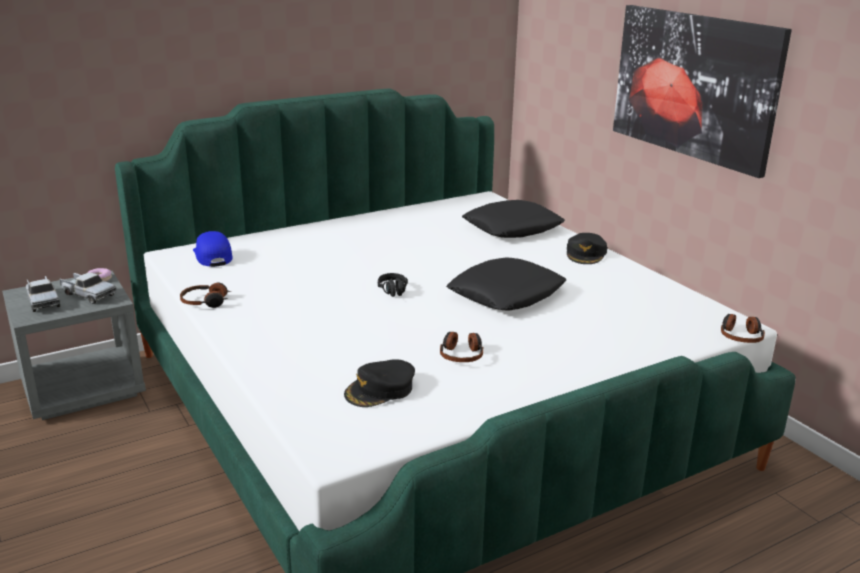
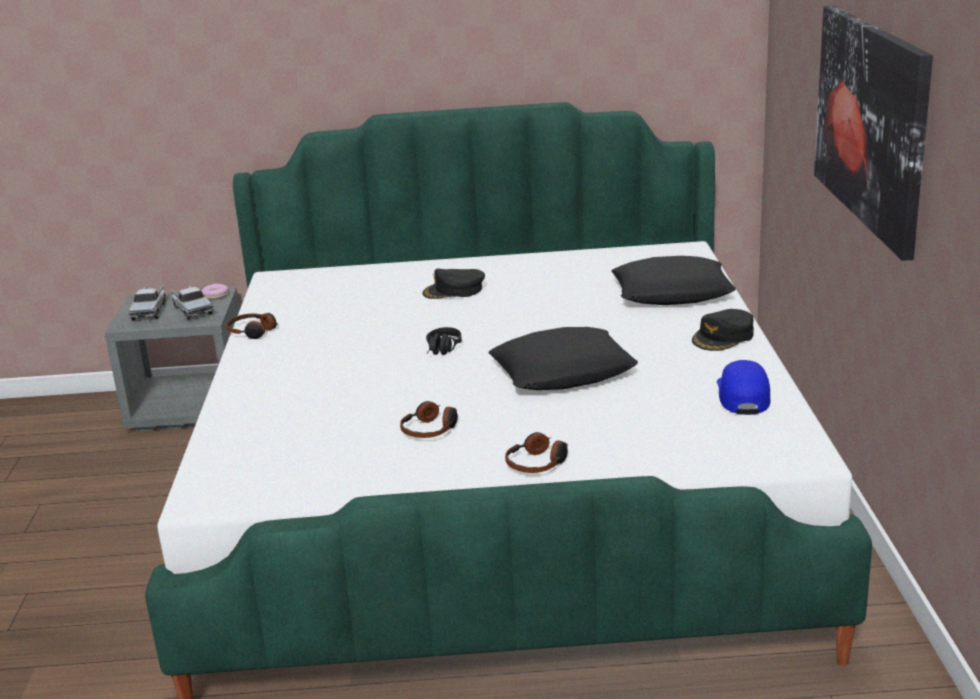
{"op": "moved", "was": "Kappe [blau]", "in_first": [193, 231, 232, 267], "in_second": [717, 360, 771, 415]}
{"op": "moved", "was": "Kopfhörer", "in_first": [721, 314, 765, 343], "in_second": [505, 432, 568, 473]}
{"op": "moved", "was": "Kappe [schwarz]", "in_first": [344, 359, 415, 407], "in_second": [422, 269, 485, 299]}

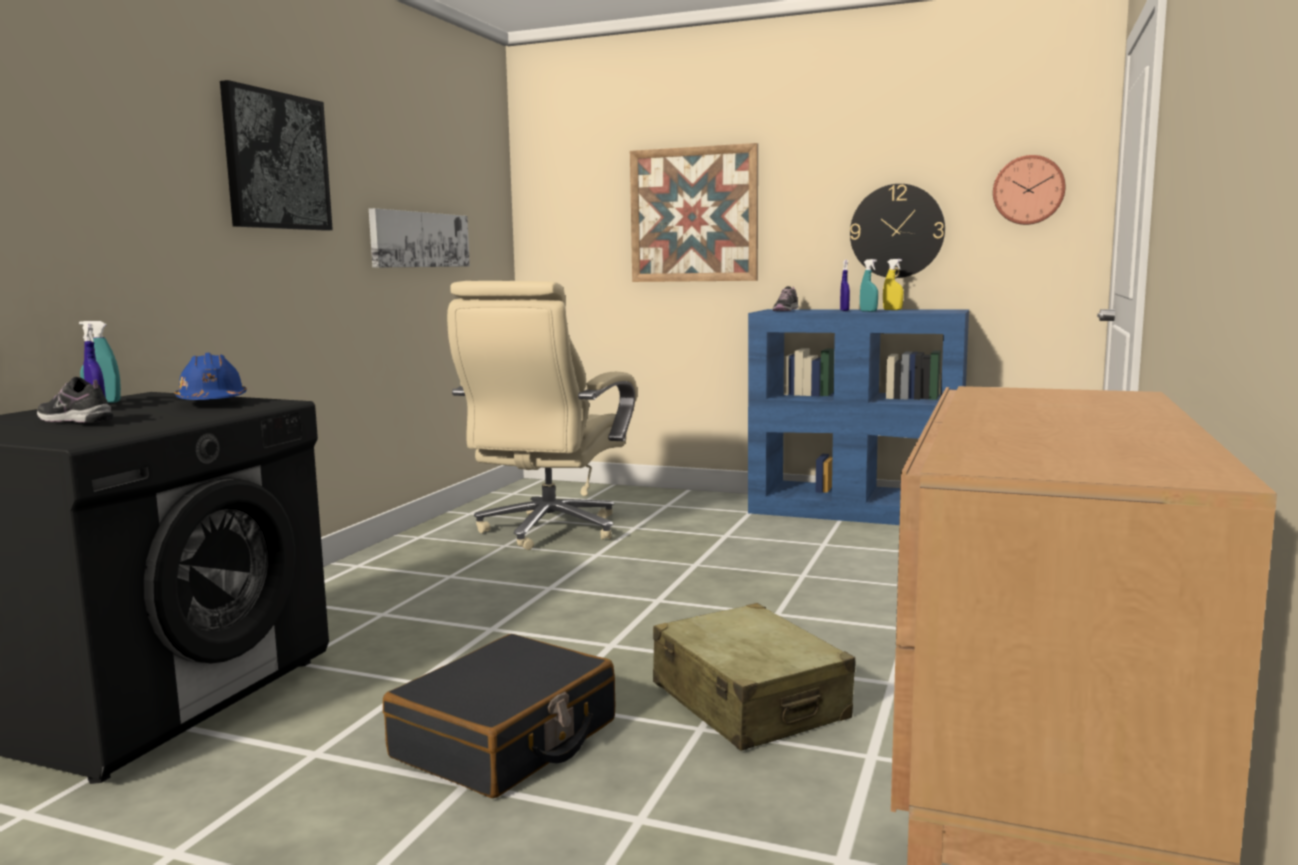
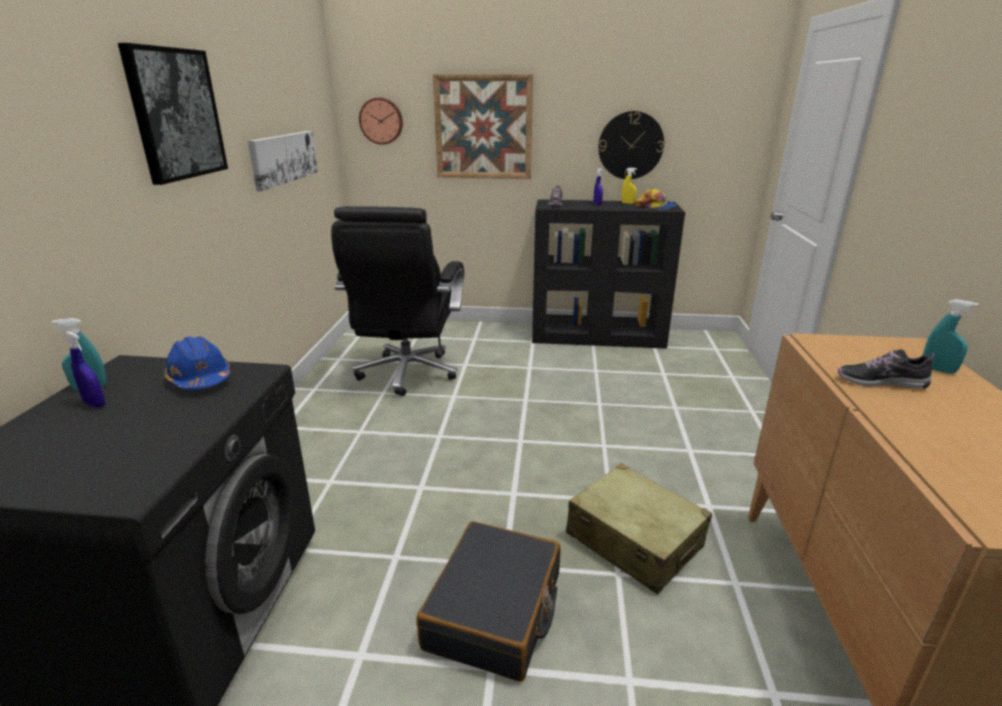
{"op": "moved", "was": "Wanduhr", "in_first": [993, 155, 1066, 225], "in_second": [359, 98, 403, 145]}
{"op": "moved", "was": "Sprühflasche [türkis]", "in_first": [860, 259, 878, 312], "in_second": [923, 299, 979, 374]}
{"op": "recoloured", "was": "Bürostuhl [beige]", "now": "Bürostuhl [schwarz]", "in_first": [447, 281, 637, 550], "in_second": [331, 206, 464, 396]}
{"op": "recoloured", "was": "Bücherregal [blau]", "now": "Bücherregal [schwarz]", "in_first": [748, 309, 969, 525], "in_second": [532, 199, 685, 349]}
{"op": "moved", "was": "Schuh", "in_first": [37, 377, 113, 423], "in_second": [838, 349, 935, 389]}
{"op": "added", "now": "Kappe", "in_second": [635, 189, 677, 210]}

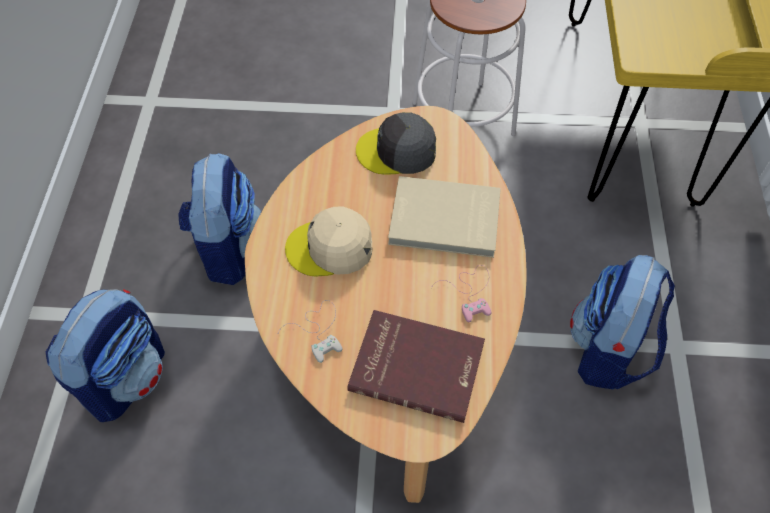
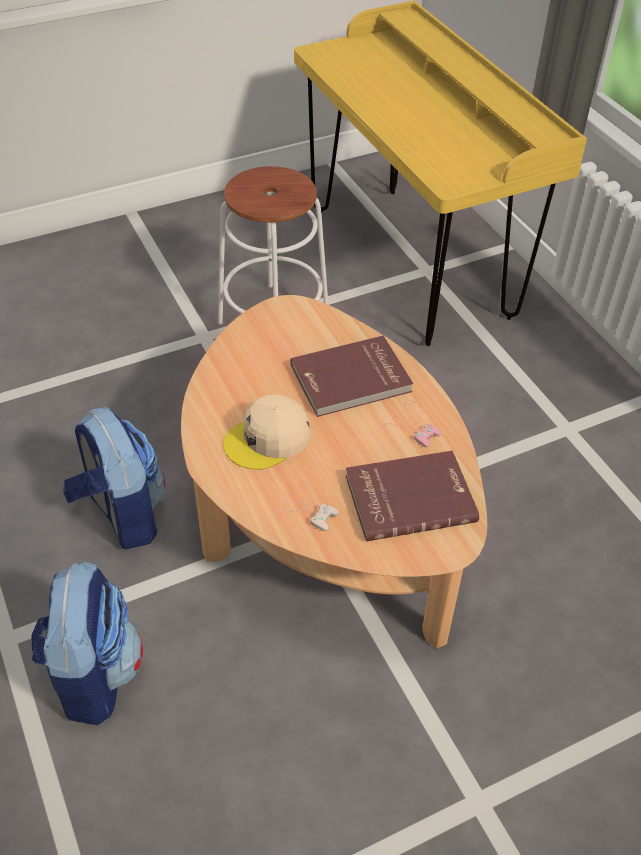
{"op": "removed", "was": "Kappe [grau]", "in_first": [356, 112, 436, 175]}
{"op": "recoloured", "was": "Buch [beige]", "now": "Buch [rot]", "in_first": [388, 176, 501, 258], "in_second": [291, 336, 413, 417]}
{"op": "removed", "was": "Rucksack", "in_first": [570, 255, 675, 389]}

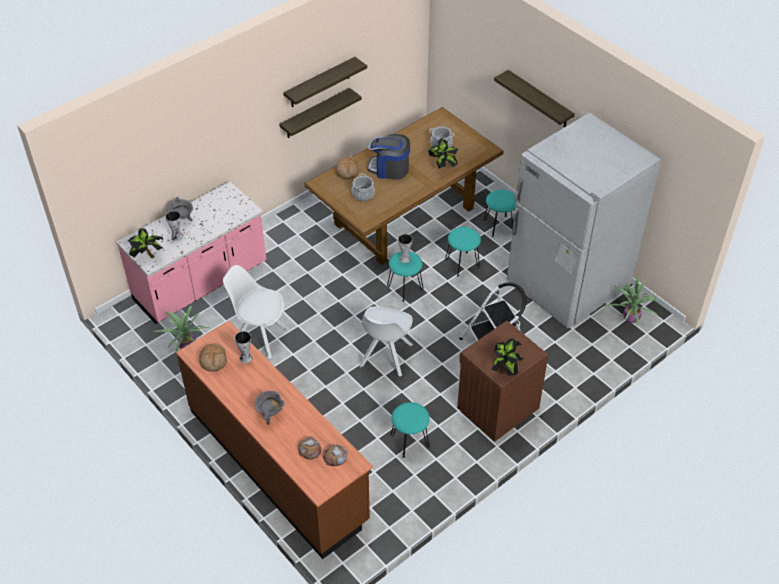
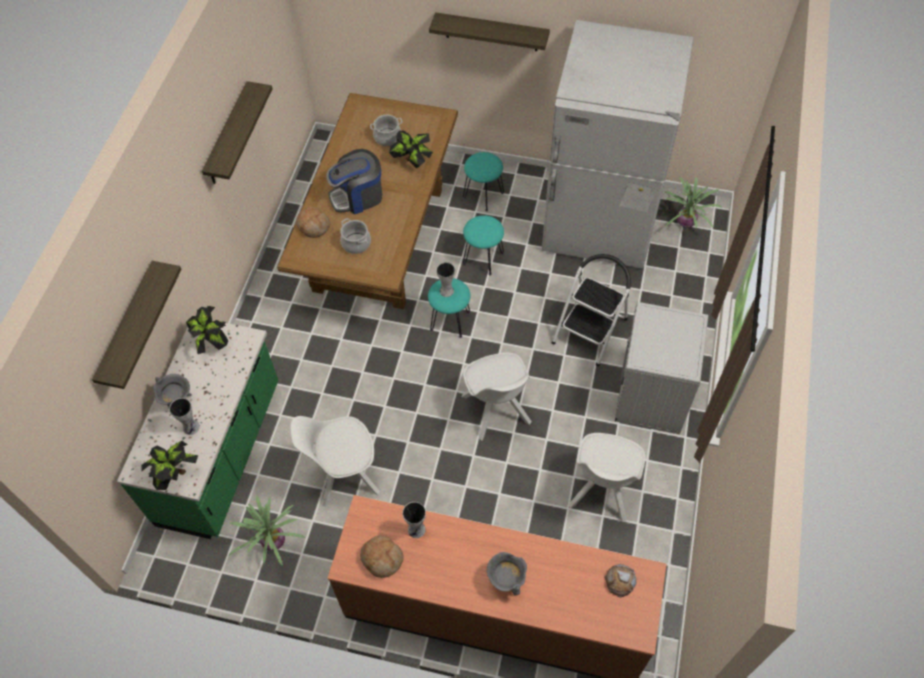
{"op": "moved", "was": "Wandregal", "in_first": [279, 88, 362, 138], "in_second": [92, 261, 182, 389]}
{"op": "recoloured", "was": "Küchenzeile [rosa]", "now": "Küchenzeile [grün]", "in_first": [116, 181, 266, 324], "in_second": [117, 320, 278, 539]}
{"op": "recoloured", "was": "Waschmaschine [braun]", "now": "Waschmaschine [weiß]", "in_first": [457, 321, 548, 442], "in_second": [615, 302, 709, 434]}
{"op": "moved", "was": "Topfpflanze", "in_first": [491, 338, 523, 376], "in_second": [186, 306, 229, 354]}
{"op": "replaced", "was": "Hocker [türkis]", "now": "Stuhl [weiß]", "in_first": [391, 402, 430, 458], "in_second": [568, 433, 646, 522]}
{"op": "removed", "was": "Brot", "in_first": [298, 436, 321, 460]}

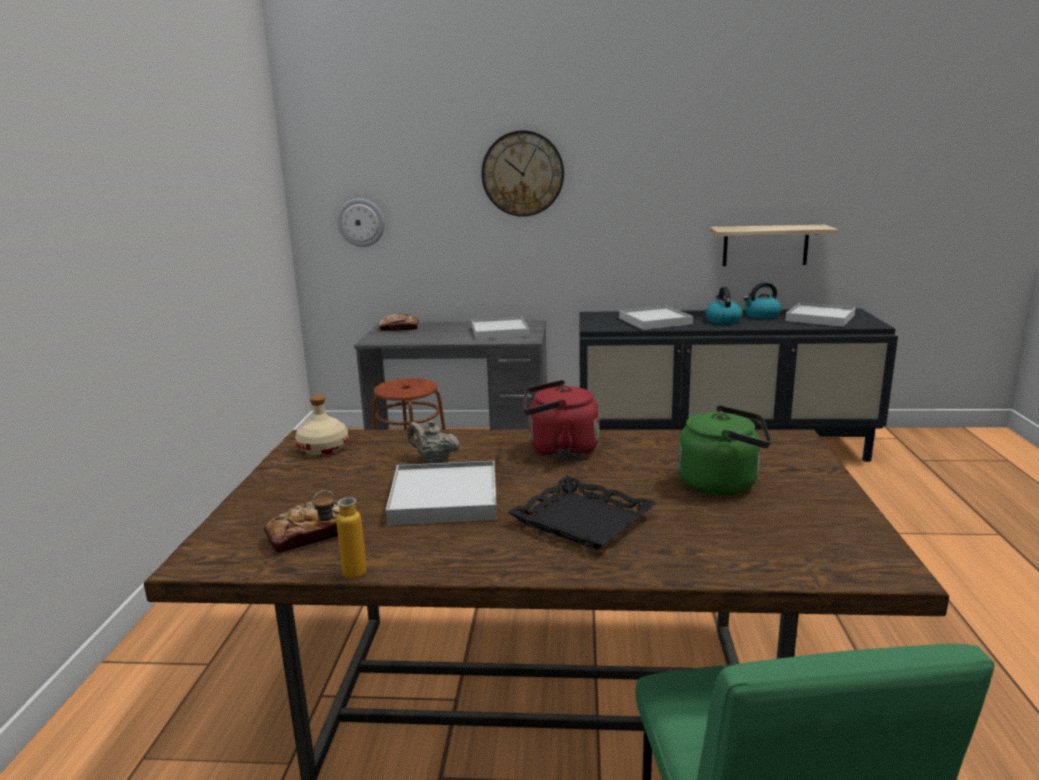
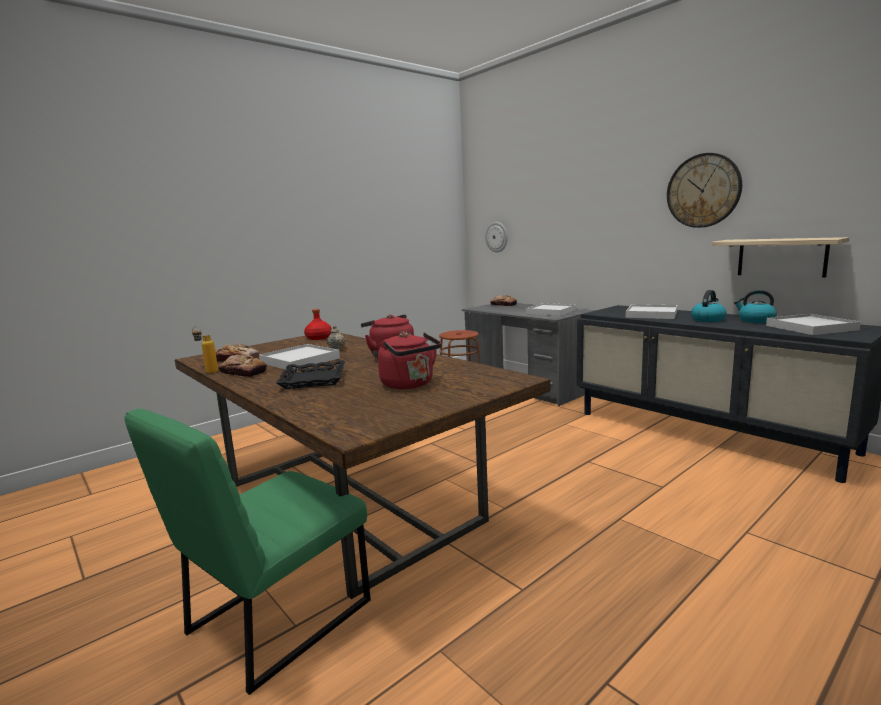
{"op": "moved", "was": "Wanduhr", "in_first": [481, 130, 564, 217], "in_second": [667, 153, 742, 228]}
{"op": "recoloured", "was": "Flasche [beige]", "now": "Flasche [rot]", "in_first": [295, 395, 348, 456], "in_second": [304, 309, 332, 340]}
{"op": "recoloured", "was": "Wasserkessel [grün]", "now": "Wasserkessel [rot]", "in_first": [678, 405, 771, 496], "in_second": [378, 332, 441, 389]}
{"op": "added", "now": "Brot", "in_second": [218, 354, 267, 377]}

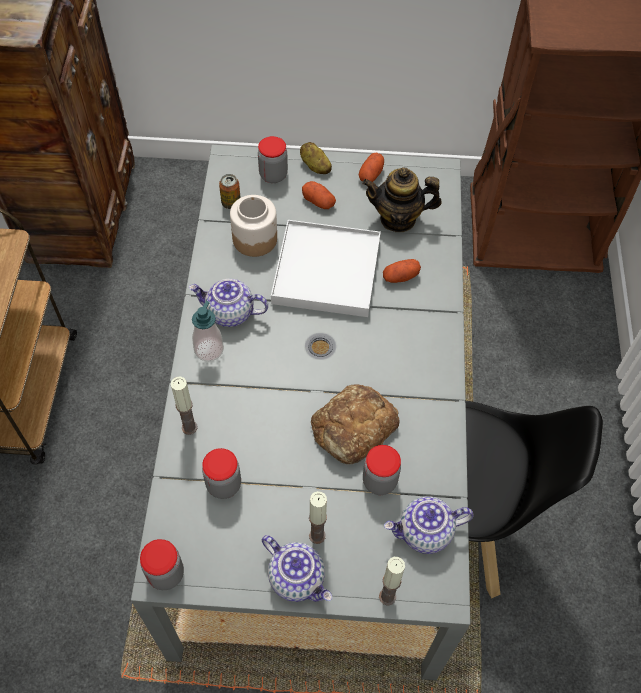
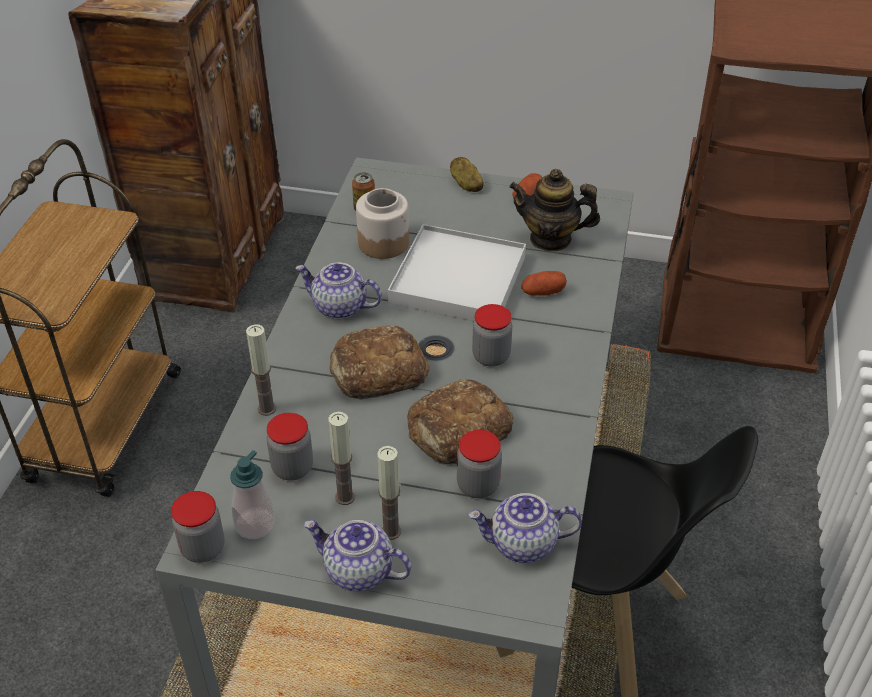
{"op": "moved", "was": "Vorratsglas", "in_first": [258, 136, 288, 183], "in_second": [472, 304, 512, 367]}
{"op": "removed", "was": "Kartoffel", "in_first": [302, 181, 336, 209]}
{"op": "moved", "was": "Seifenspender", "in_first": [192, 301, 224, 361], "in_second": [230, 450, 275, 539]}
{"op": "turned", "was": "Teekanne", "in_first": [262, 535, 332, 602], "in_second": [304, 520, 412, 591], "clockwise": 150}
{"op": "moved", "was": "Kerze", "in_first": [379, 557, 405, 606], "in_second": [328, 412, 355, 505]}
{"op": "added", "now": "Brot", "in_second": [329, 325, 430, 399]}

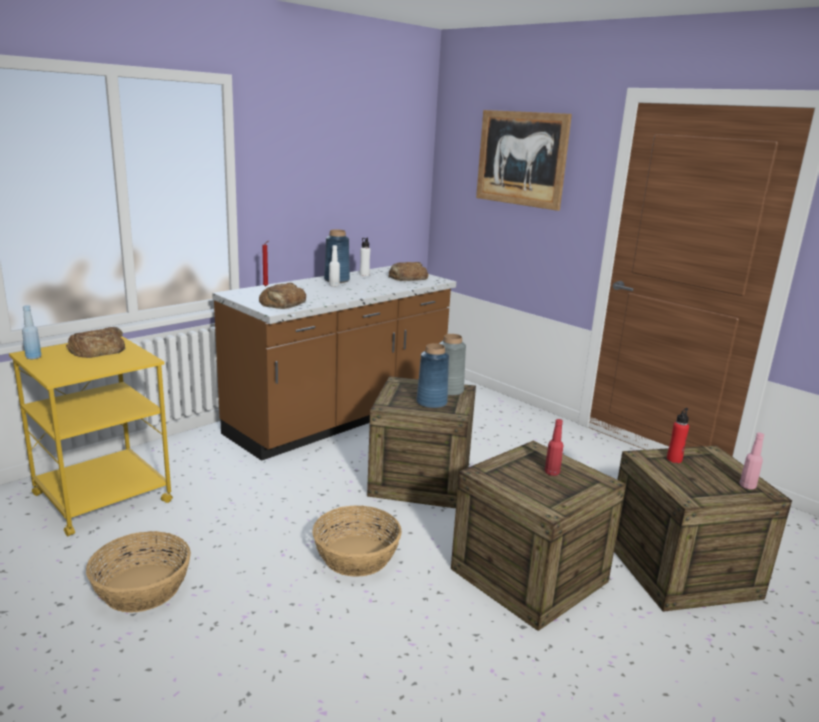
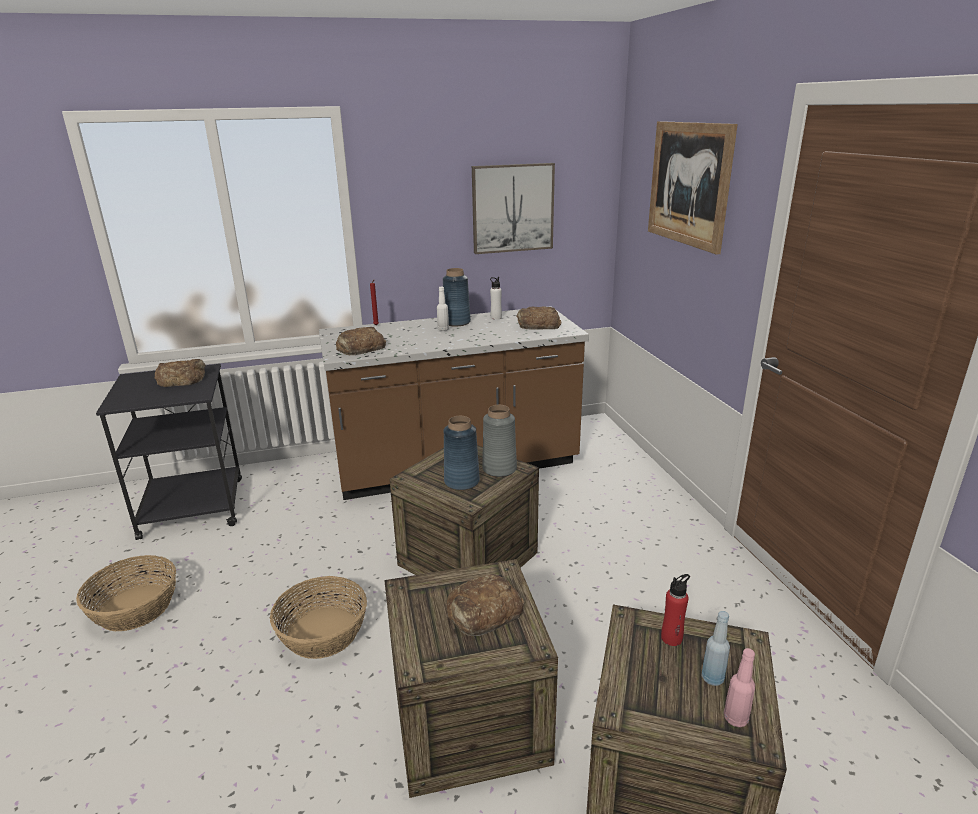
{"op": "moved", "was": "Flasche [blau]", "in_first": [22, 305, 41, 359], "in_second": [702, 611, 730, 686]}
{"op": "recoloured", "was": "Rollwagen [gelb]", "now": "Rollwagen [schwarz]", "in_first": [9, 336, 173, 536], "in_second": [96, 364, 242, 540]}
{"op": "replaced", "was": "Flasche [rot]", "now": "Brot", "in_first": [545, 419, 564, 476], "in_second": [447, 574, 524, 636]}
{"op": "added", "now": "Bild", "in_second": [472, 163, 555, 254]}

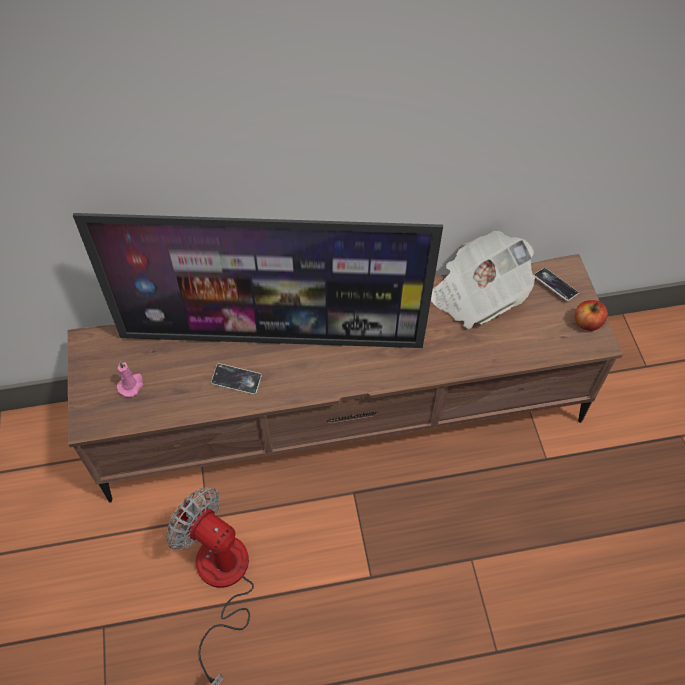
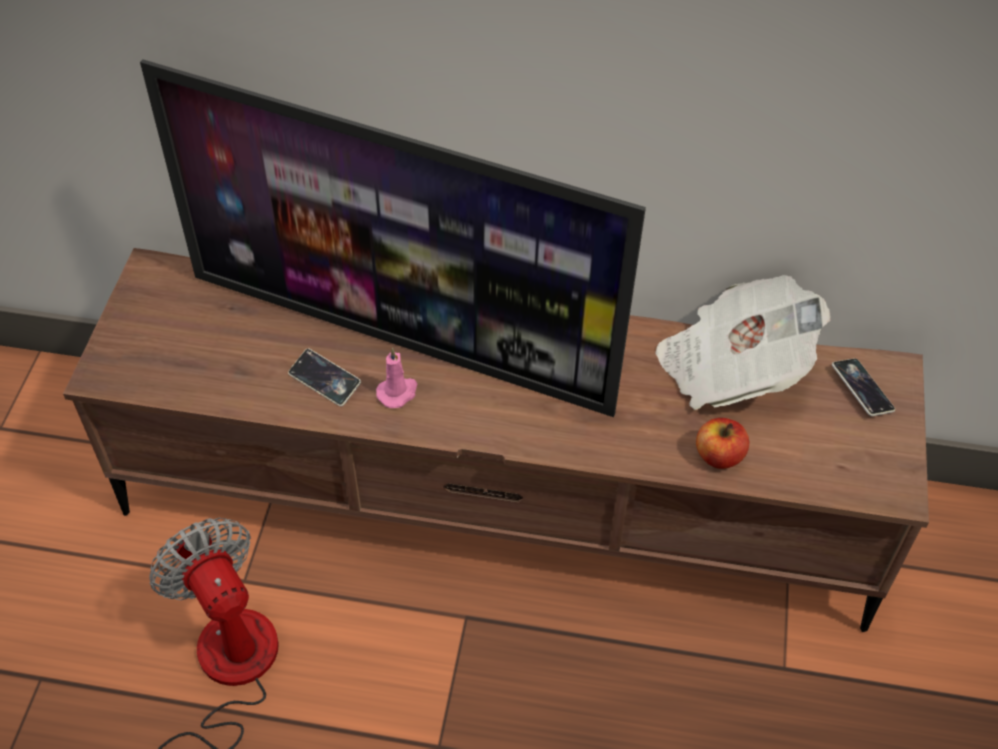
{"op": "moved", "was": "Apfel", "in_first": [574, 300, 608, 331], "in_second": [696, 418, 749, 469]}
{"op": "moved", "was": "Kerze [rosa]", "in_first": [117, 361, 143, 397], "in_second": [376, 348, 417, 408]}

